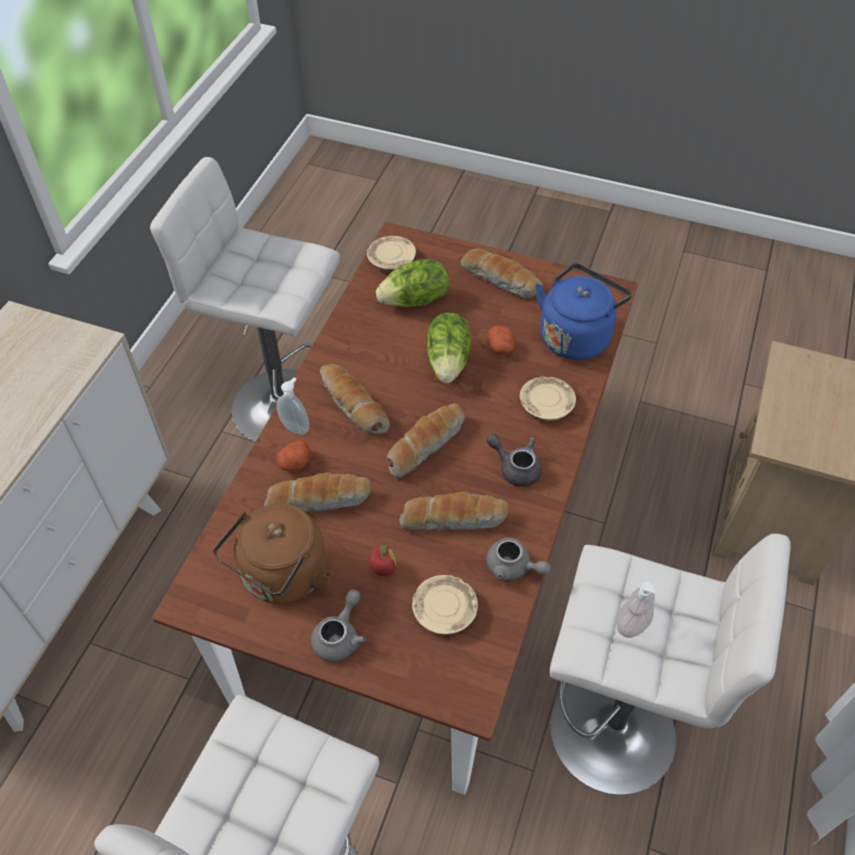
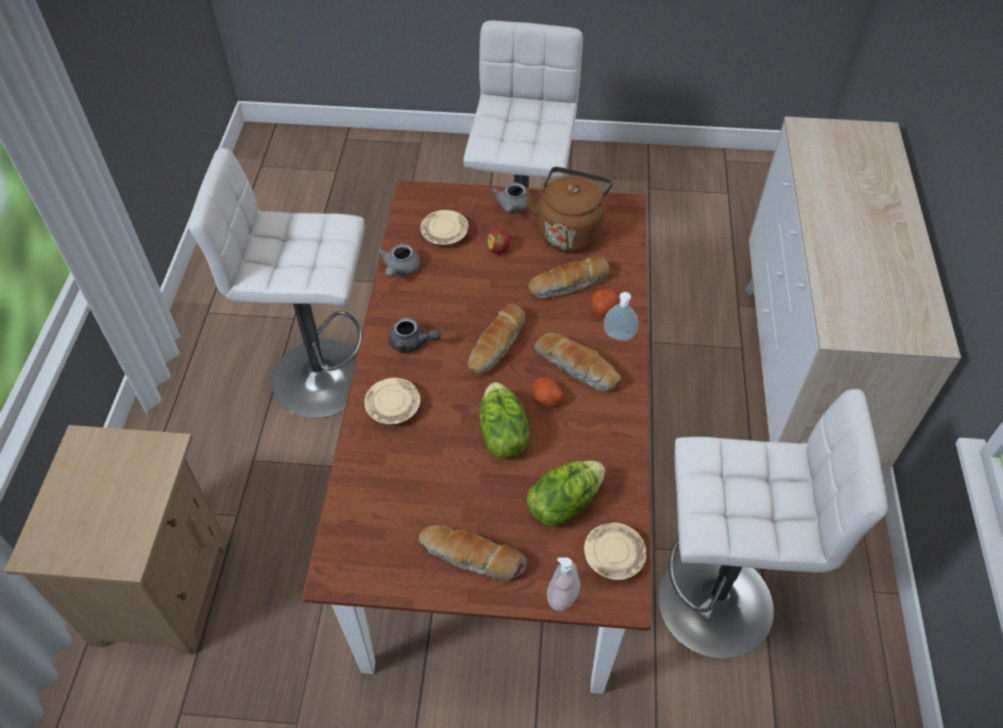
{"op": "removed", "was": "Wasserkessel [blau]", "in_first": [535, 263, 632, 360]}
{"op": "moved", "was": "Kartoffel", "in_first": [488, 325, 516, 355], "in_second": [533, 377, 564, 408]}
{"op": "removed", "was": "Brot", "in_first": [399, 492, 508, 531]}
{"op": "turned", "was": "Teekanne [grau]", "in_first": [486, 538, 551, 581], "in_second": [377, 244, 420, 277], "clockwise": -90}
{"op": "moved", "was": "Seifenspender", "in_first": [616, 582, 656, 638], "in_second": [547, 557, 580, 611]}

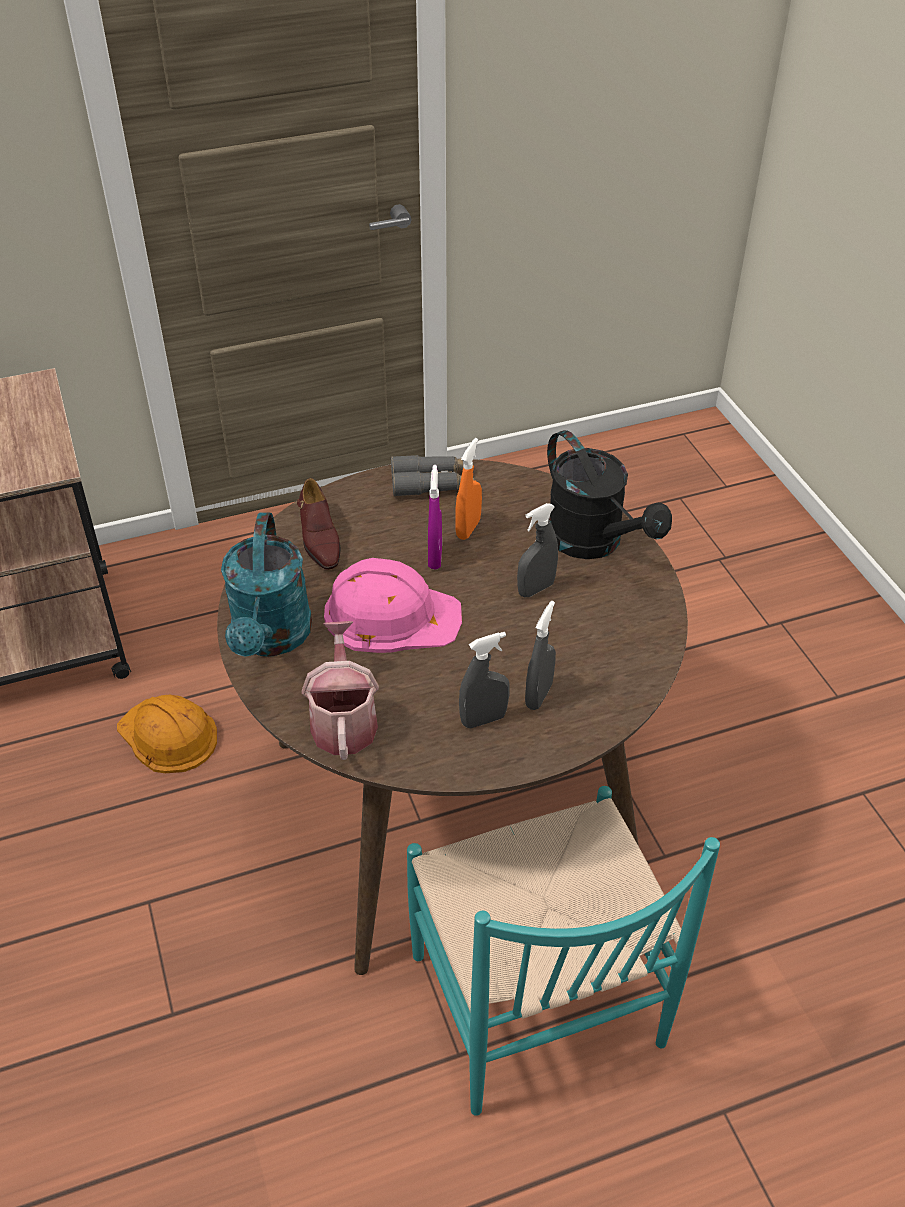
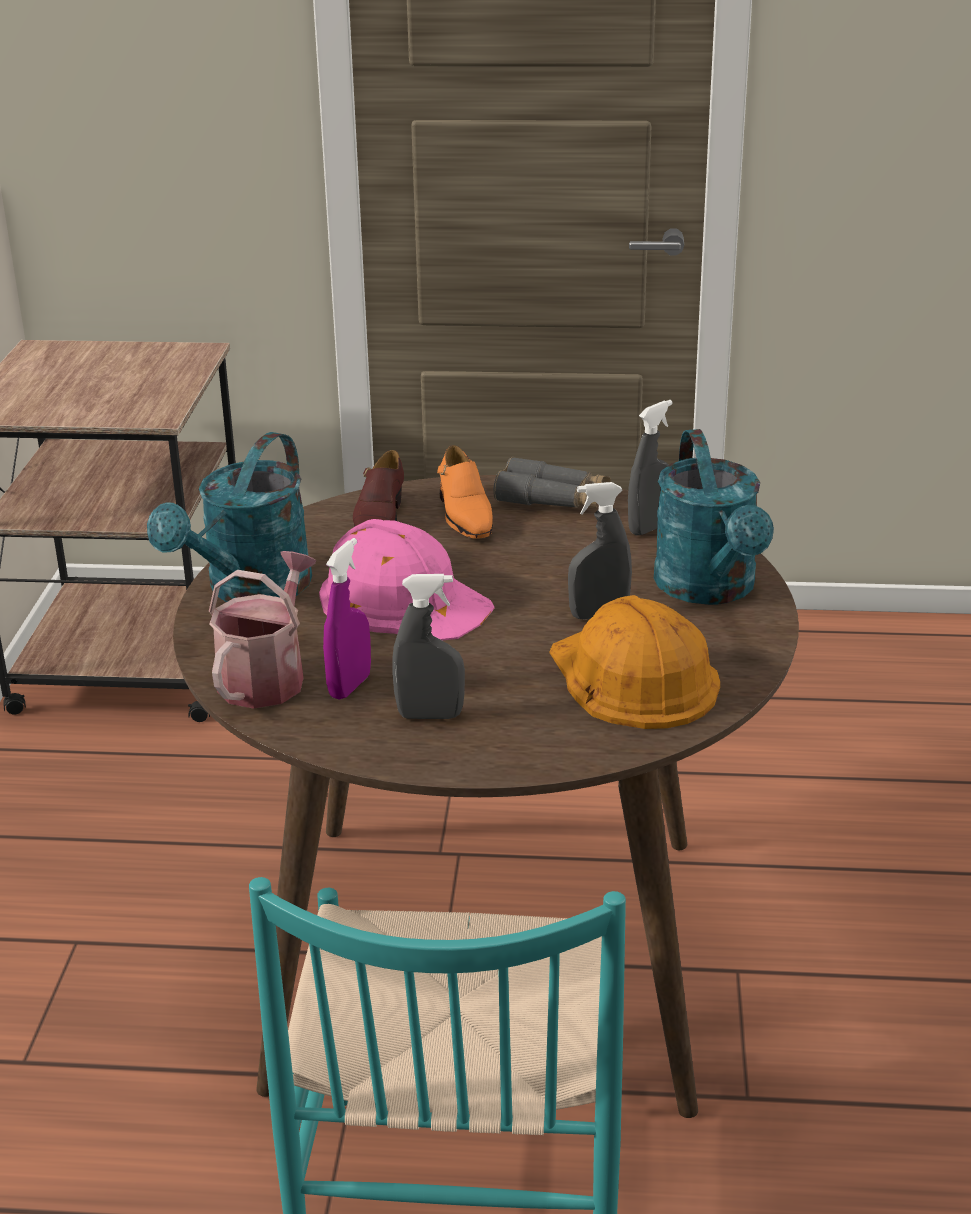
{"op": "recoloured", "was": "Gießkanne [schwarz]", "now": "Gießkanne [türkis]", "in_first": [547, 430, 672, 559], "in_second": [654, 429, 774, 605]}
{"op": "removed", "was": "Sprühflasche [orange]", "in_first": [455, 438, 482, 540]}
{"op": "moved", "was": "Sprühflasche [lila]", "in_first": [428, 465, 442, 569], "in_second": [323, 538, 371, 700]}
{"op": "moved", "was": "Sprühflasche [grau]", "in_first": [525, 601, 556, 710], "in_second": [628, 400, 673, 535]}
{"op": "moved", "was": "Schutzhelm [orange]", "in_first": [117, 695, 217, 773], "in_second": [549, 595, 720, 729]}
{"op": "added", "now": "Schuh [orange]", "in_second": [437, 445, 493, 539]}

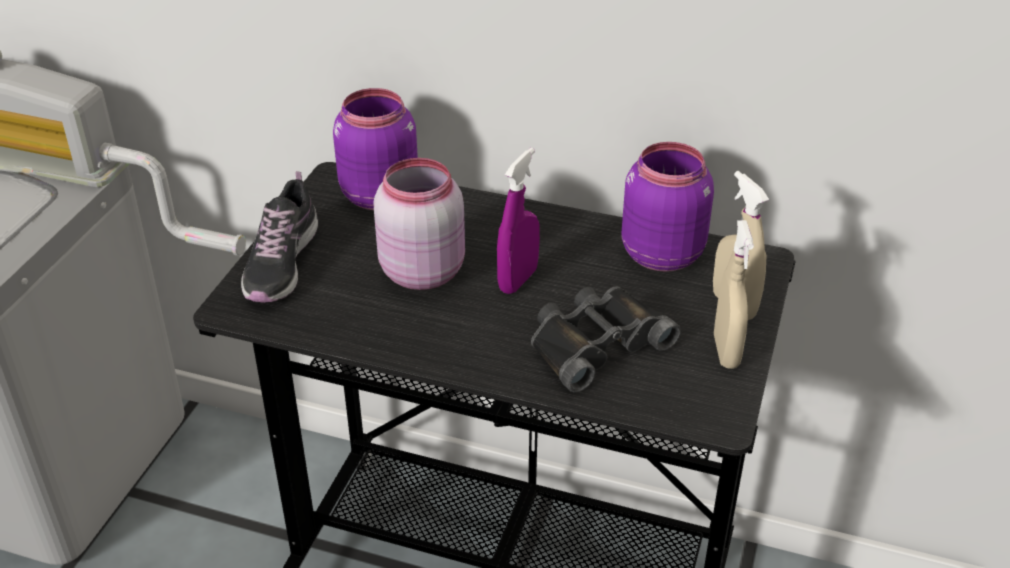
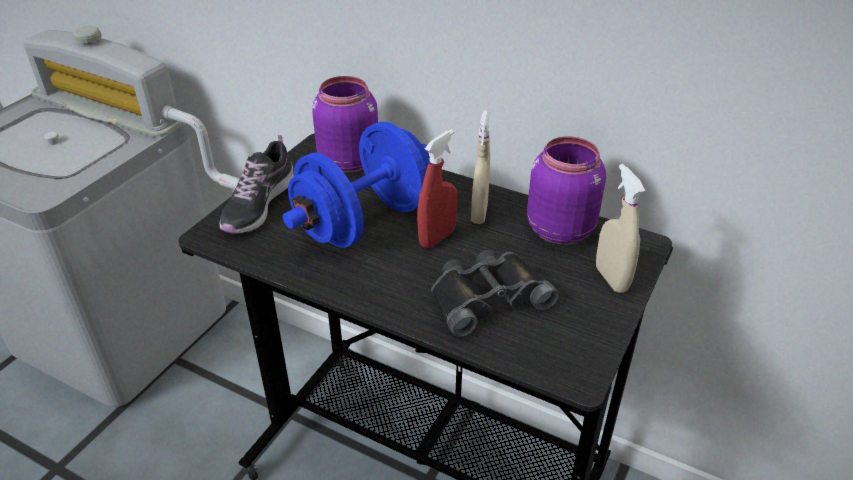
{"op": "recoloured", "was": "Sprühflasche [lila]", "now": "Sprühflasche [rot]", "in_first": [497, 148, 540, 294], "in_second": [417, 129, 457, 248]}
{"op": "replaced", "was": "Vorratsglas [rosa]", "now": "Hantel [blau]", "in_first": [374, 158, 465, 290], "in_second": [283, 122, 430, 248]}
{"op": "moved", "was": "Sprühflasche [beige]", "in_first": [714, 220, 754, 369], "in_second": [471, 111, 490, 224]}

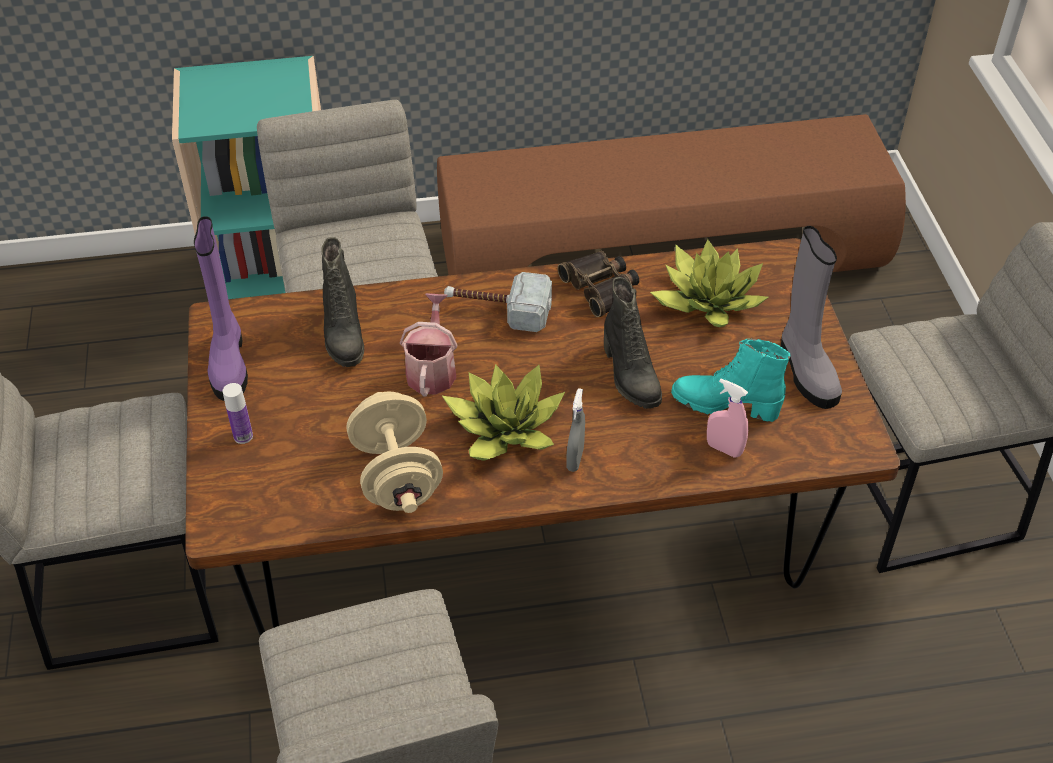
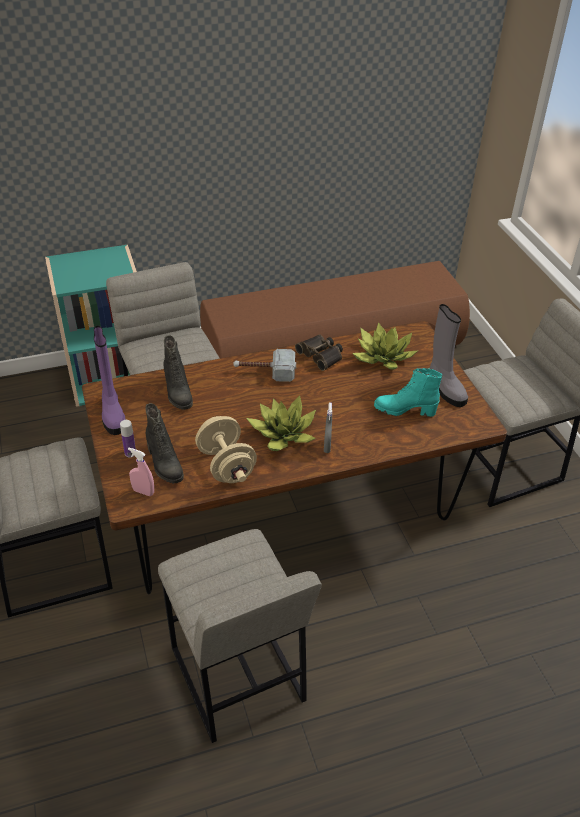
{"op": "moved", "was": "Stiefel [schwarz]", "in_first": [604, 277, 662, 409], "in_second": [146, 403, 184, 484]}
{"op": "removed", "was": "Gießkanne", "in_first": [400, 293, 458, 397]}
{"op": "moved", "was": "Sprühflasche [rosa]", "in_first": [707, 379, 748, 458], "in_second": [128, 448, 154, 496]}

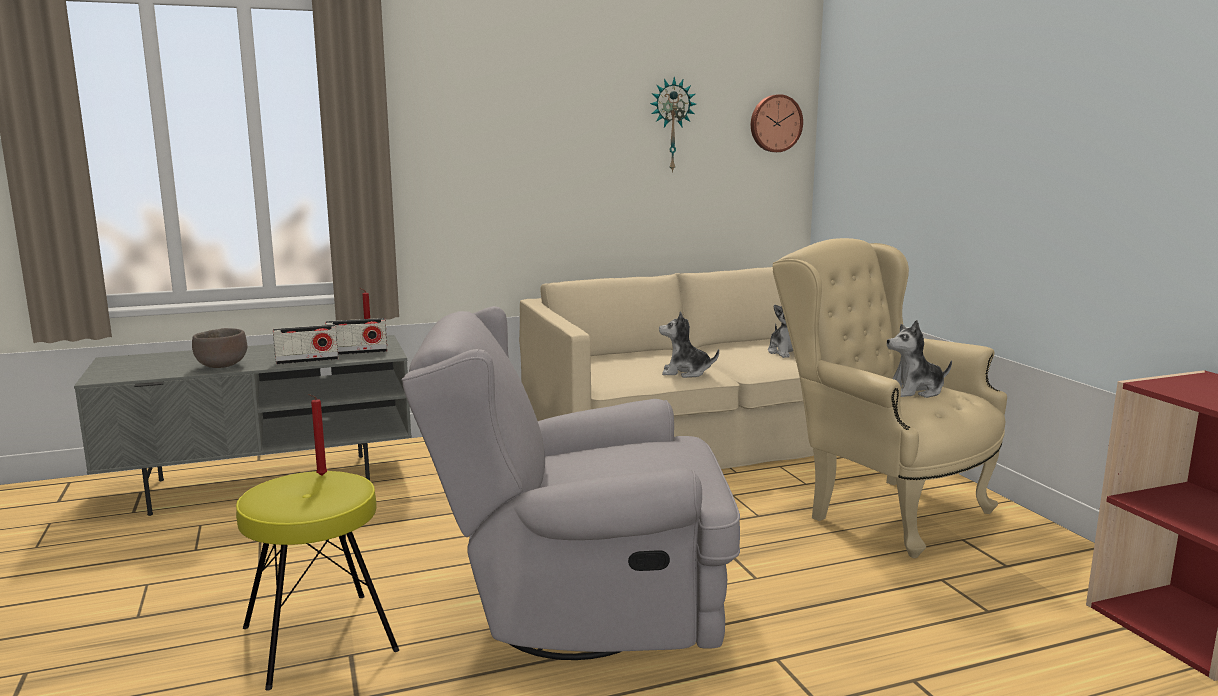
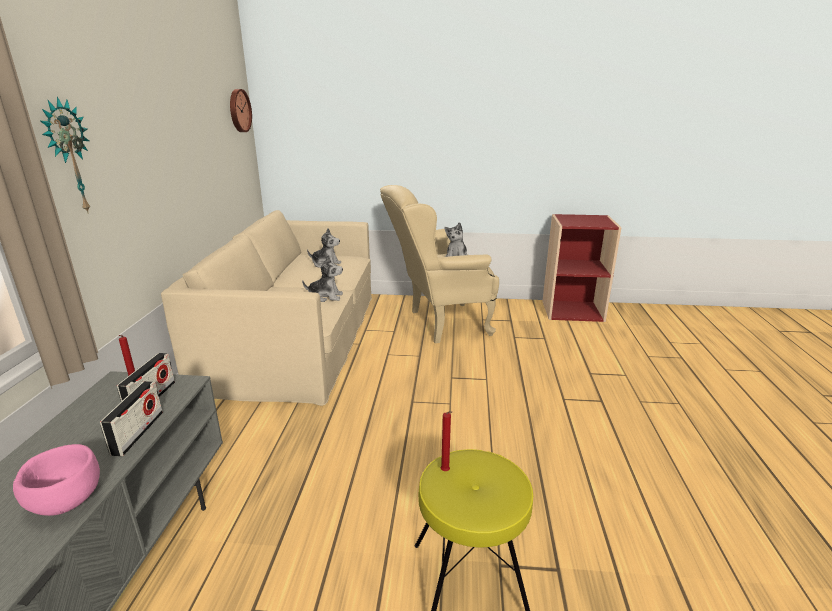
{"op": "moved", "was": "Wanduhr", "in_first": [650, 77, 696, 173], "in_second": [40, 97, 91, 214]}
{"op": "removed", "was": "Sessel [grau]", "in_first": [402, 306, 740, 660]}
{"op": "turned", "was": "Plüschtier", "in_first": [659, 312, 719, 378], "in_second": [302, 255, 343, 302], "clockwise": -120}
{"op": "recoloured", "was": "Schüssel [braun]", "now": "Schüssel [rosa]", "in_first": [192, 328, 247, 368], "in_second": [13, 444, 100, 516]}

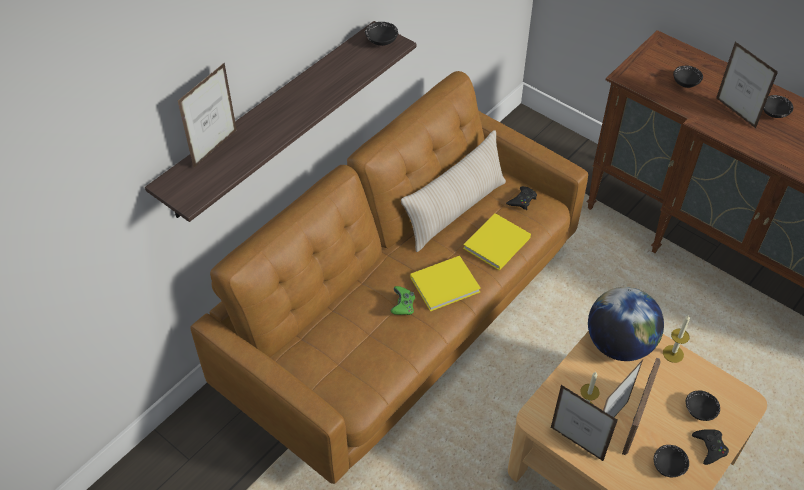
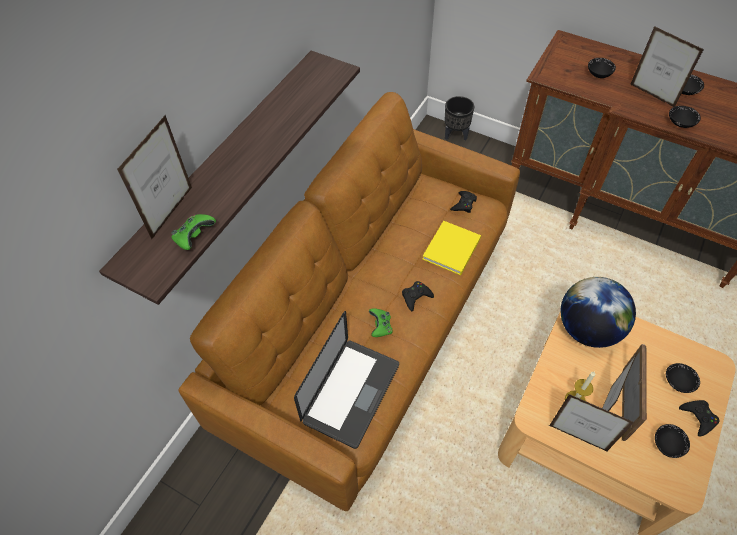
{"op": "moved", "was": "Schüssel [schwarz]", "in_first": [365, 22, 398, 46], "in_second": [669, 106, 701, 128]}
{"op": "removed", "was": "Kissen [beige]", "in_first": [401, 130, 506, 252]}
{"op": "replaced", "was": "Buch [gelb]", "now": "Gamepad [schwarz]", "in_first": [410, 256, 481, 311], "in_second": [402, 281, 434, 311]}
{"op": "removed", "was": "Kerze", "in_first": [663, 315, 690, 363]}
{"op": "added", "now": "Pflanzkübel [schwarz]", "in_second": [445, 96, 474, 140]}
{"op": "added", "now": "Gamepad [grün]", "in_second": [172, 214, 216, 250]}
{"op": "added", "now": "Laptop", "in_second": [294, 311, 399, 449]}

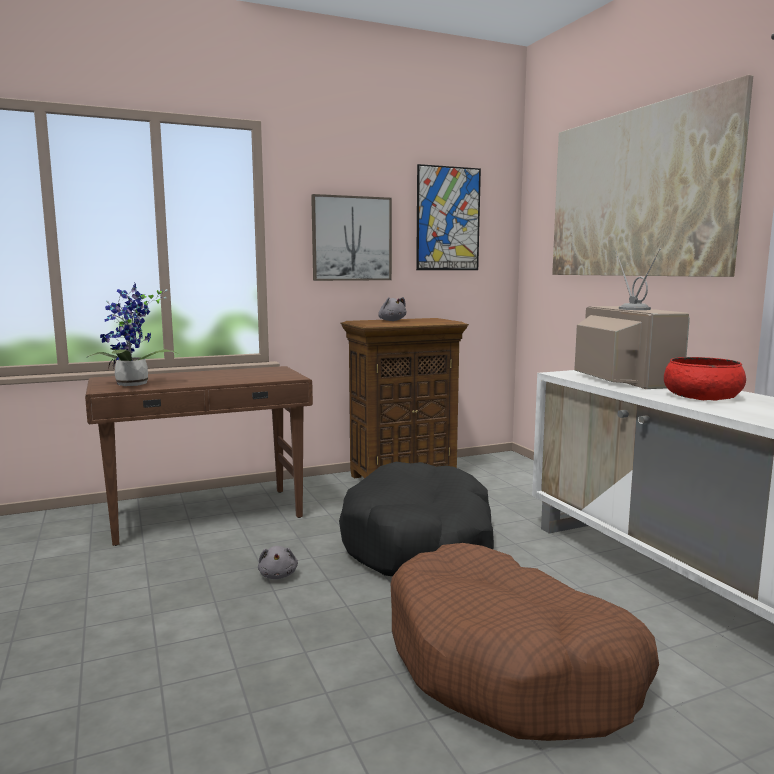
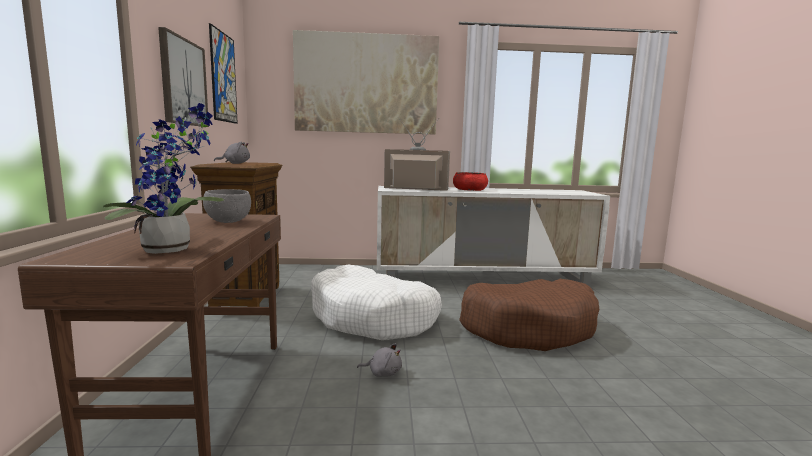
{"op": "recoloured", "was": "Hundebett [schwarz]", "now": "Hundebett [weiß]", "in_first": [339, 462, 494, 576], "in_second": [311, 265, 442, 340]}
{"op": "added", "now": "Schüssel [grau]", "in_second": [203, 189, 251, 223]}

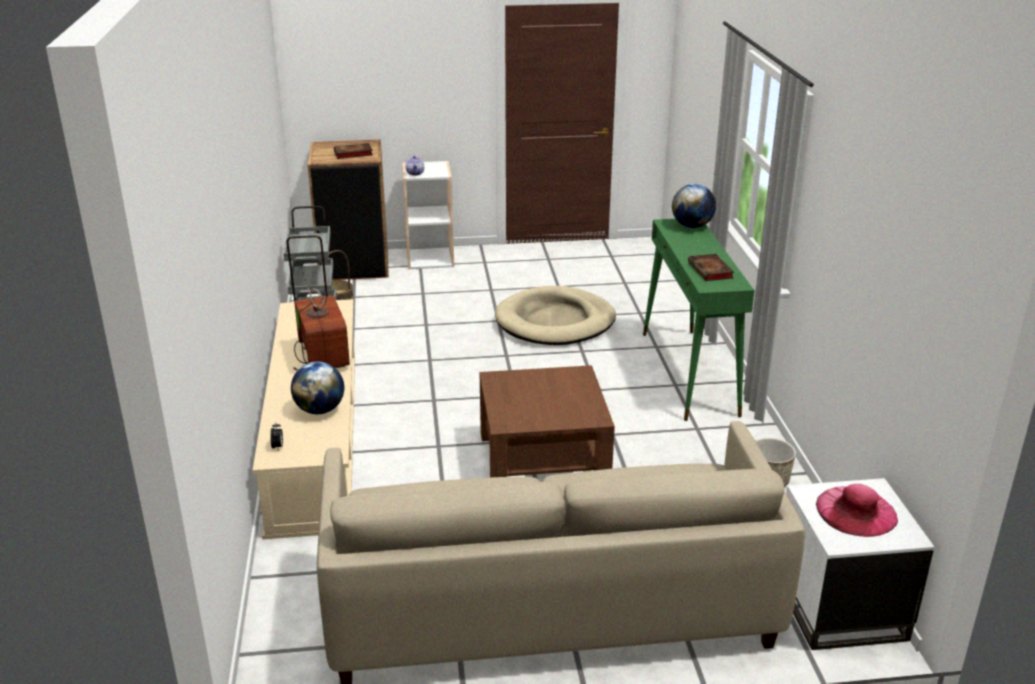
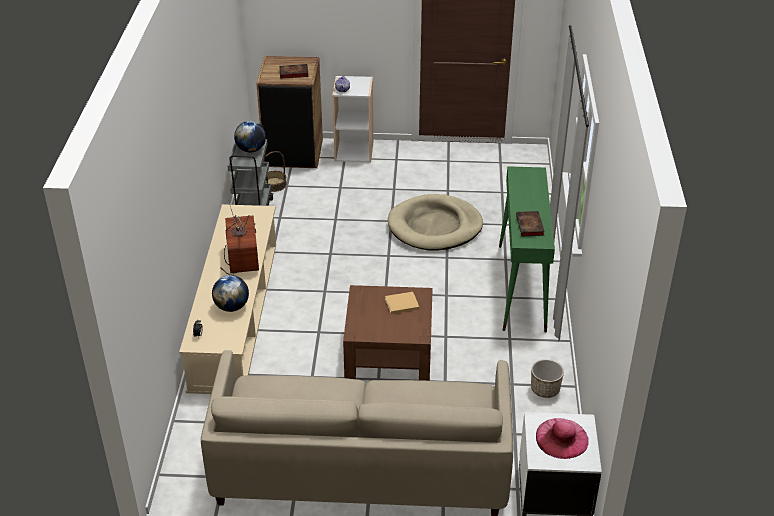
{"op": "moved", "was": "Globus", "in_first": [672, 184, 716, 228], "in_second": [234, 121, 266, 153]}
{"op": "added", "now": "Buch [beige]", "in_second": [385, 292, 419, 314]}

